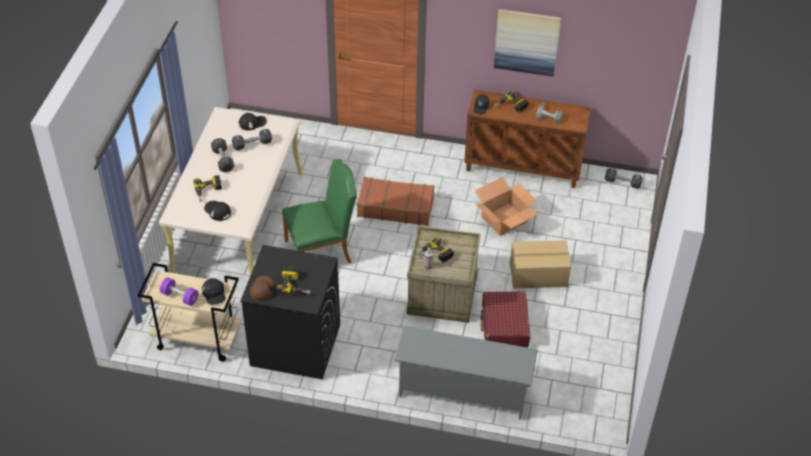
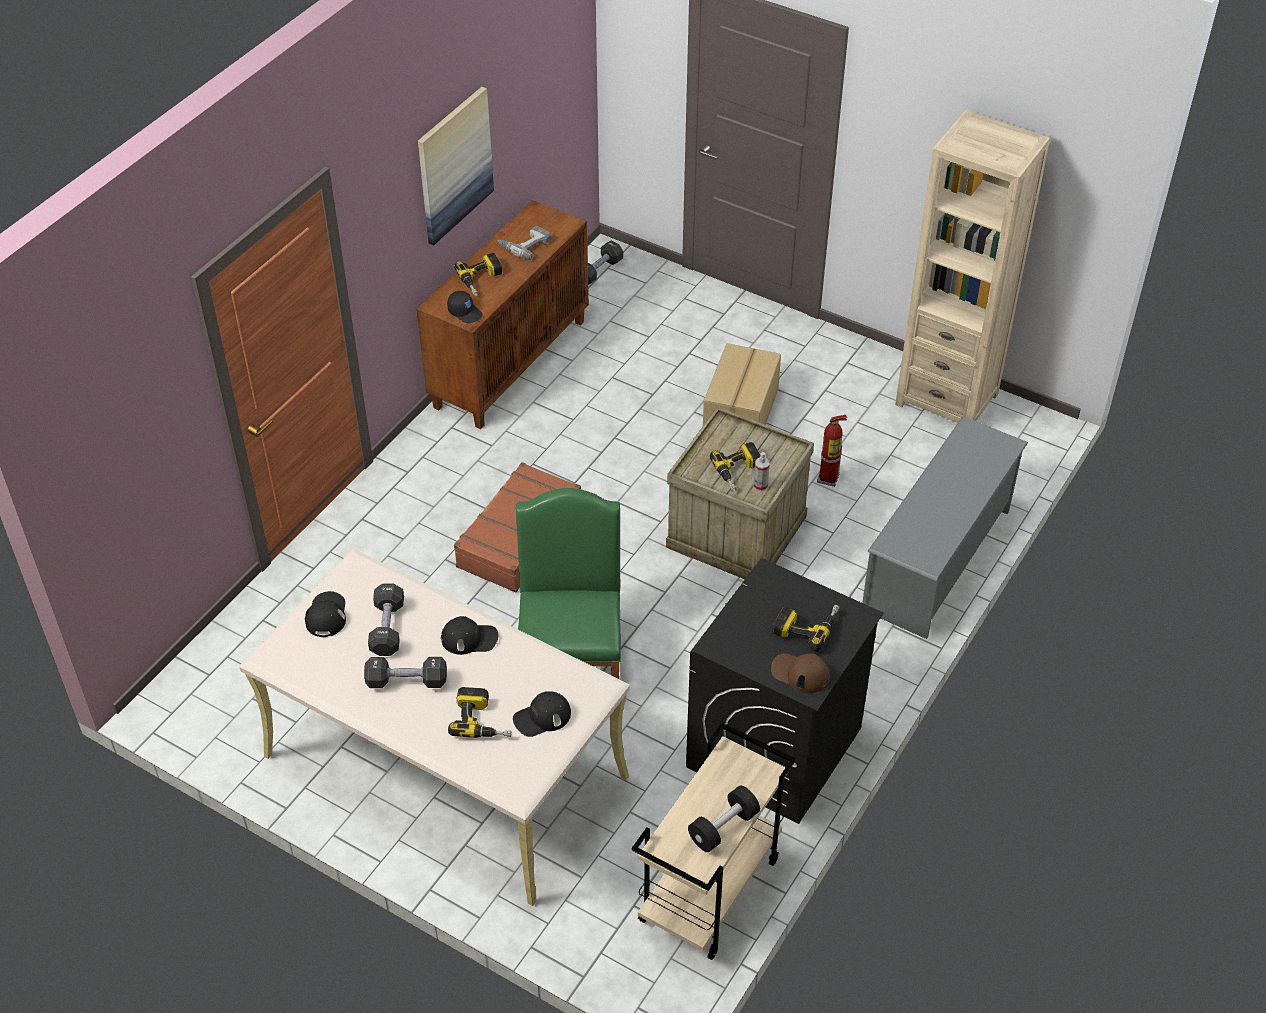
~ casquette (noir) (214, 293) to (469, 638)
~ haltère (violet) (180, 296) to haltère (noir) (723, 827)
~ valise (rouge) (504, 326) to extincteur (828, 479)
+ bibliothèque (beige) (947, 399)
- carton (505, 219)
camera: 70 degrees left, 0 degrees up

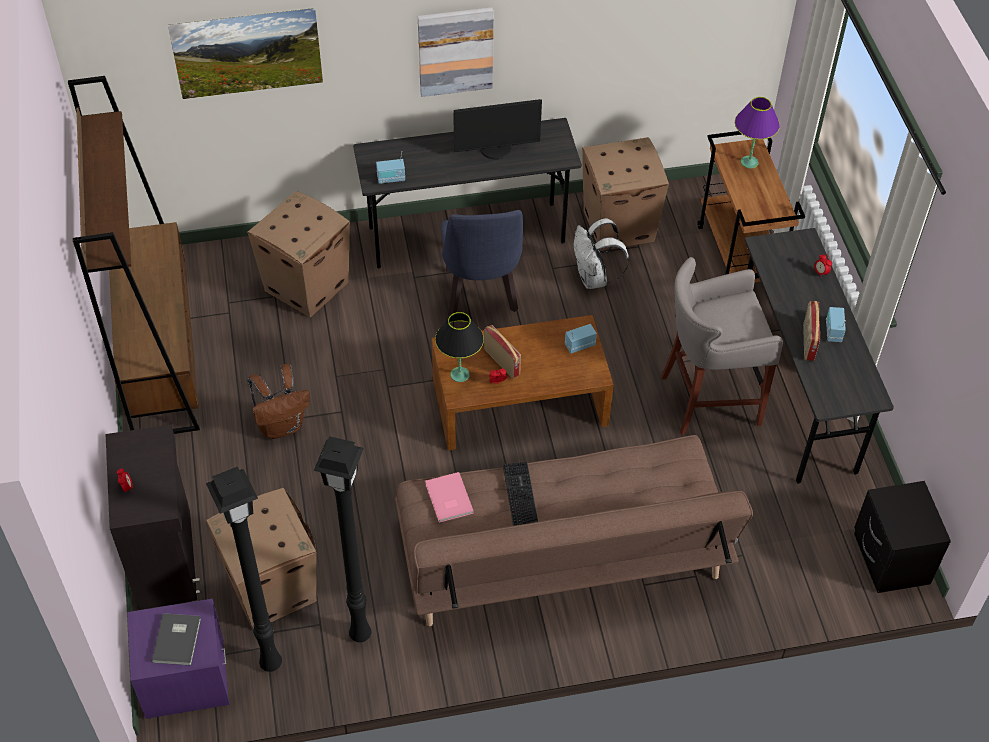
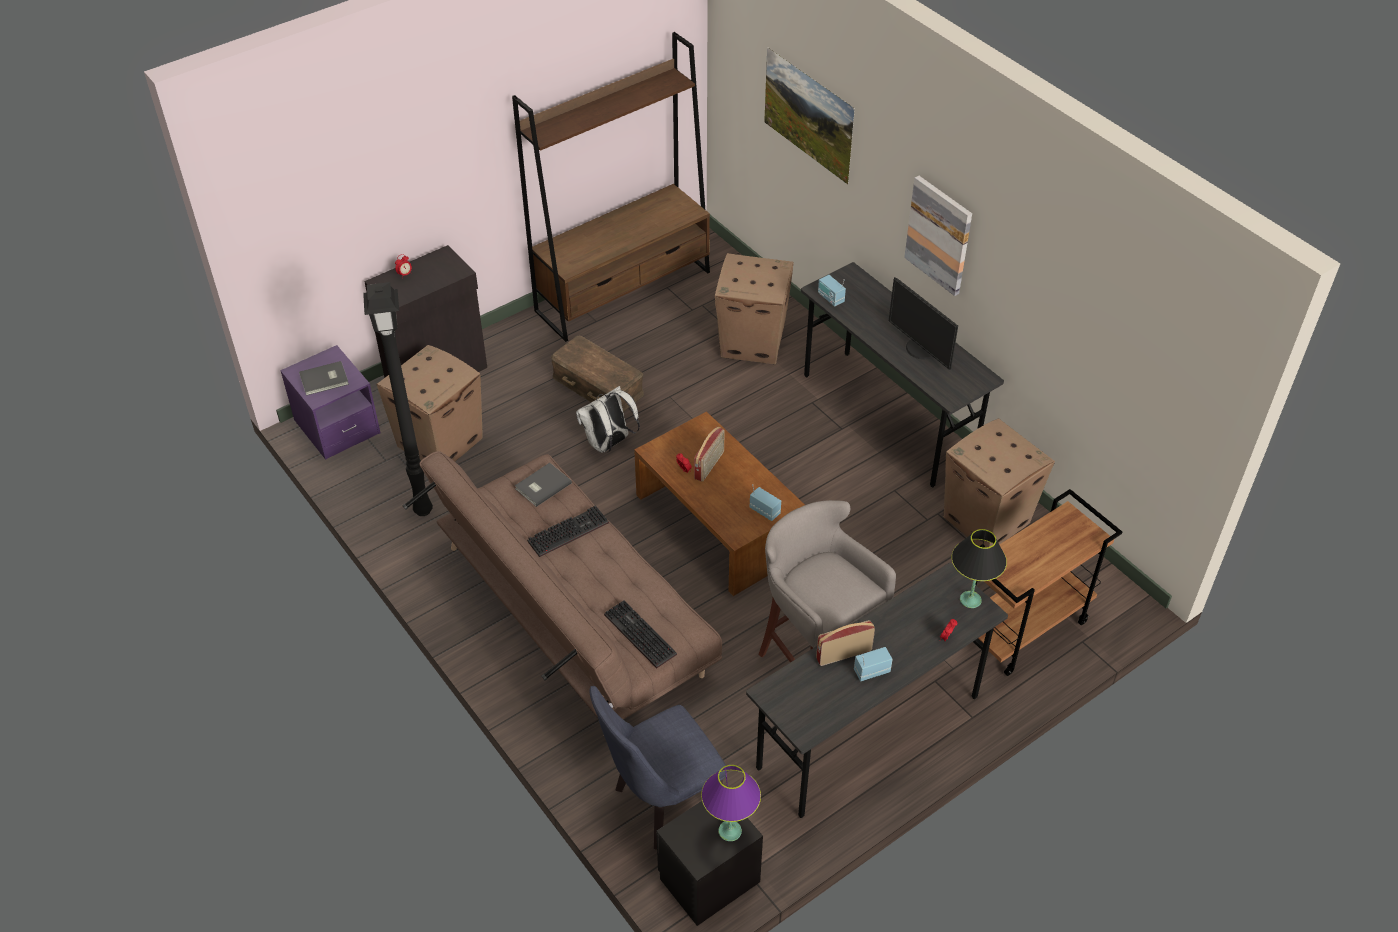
~ livre (rose) (448, 499) to livre (gris) (541, 486)
~ sac à dos (marron) (282, 425) to boîte de rangement (marron) (598, 385)
~ sac à dos (blanc) (594, 278) to (608, 444)
~ chaise (bleu) (481, 296) to (660, 805)
+ clavier (637, 635)
~ lampe de table (violet) (749, 162) to (730, 831)
~ lampe de table (noir) (459, 374) to (970, 599)
- lampadaire (noir) (270, 665)
camera: 65 degrees right, 5 degrees down

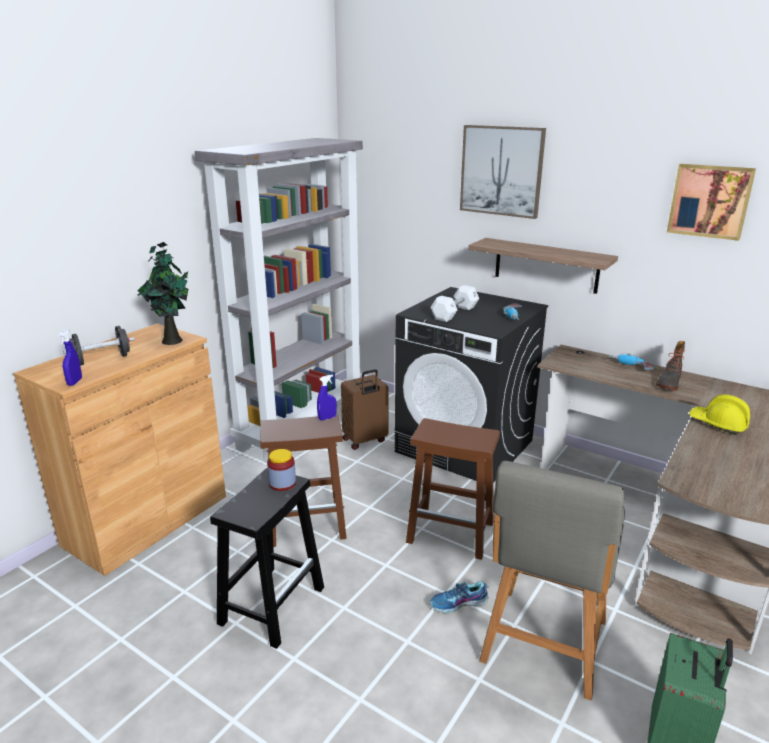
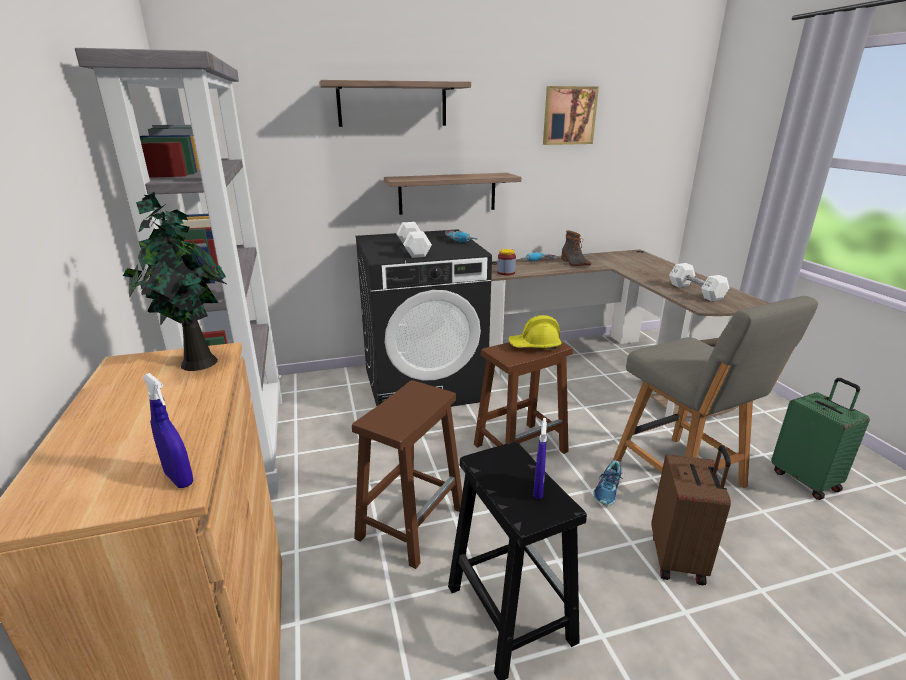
~ tableau (501, 171) to étagère (392, 104)
~ bocal (282, 483) to (506, 273)
~ casque de chantier (jaune) (718, 424) to (534, 345)
~ vaporisateur (bleu) (327, 418) to (538, 489)
~ valise (marron) (365, 440) to (679, 558)
+ haltère (blanc) (695, 291)
- haltère (noir) (102, 359)
camera: 50 degrees left, 0 degrees up

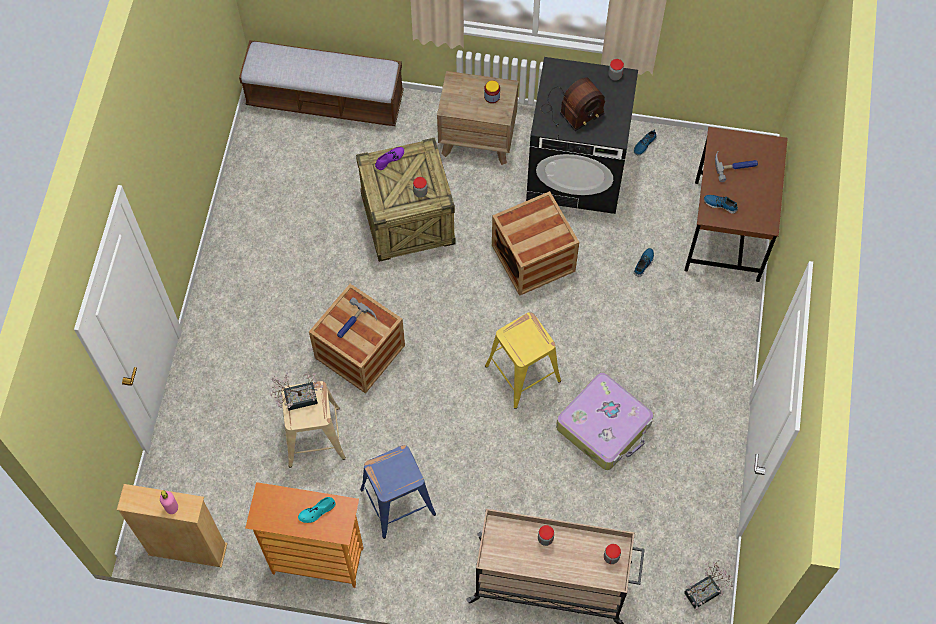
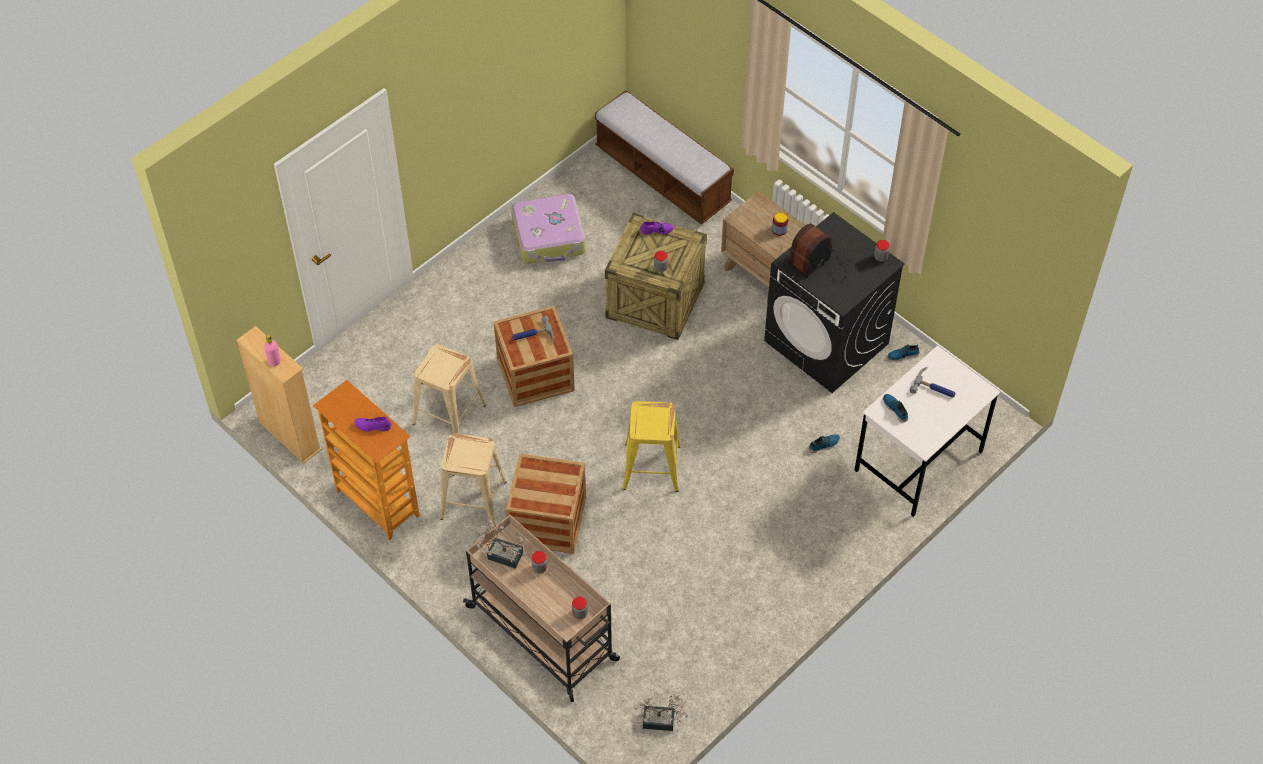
~ chaussure (turquoise) (317, 511) to chaussure (violet) (373, 426)
~ tabouret (bleu) (398, 502) to tabouret (beige) (473, 500)
~ plante en pot (296, 398) to (501, 554)
~ caisse (533, 258) to (548, 520)
~ valise (604, 426) to (549, 237)
~ radio (571, 110) = (820, 263) 135 degrees clockwise
~ bureau (marron) (727, 231) to bureau (blanc) (918, 462)
camera: 35 degrees right, 10 degrees down

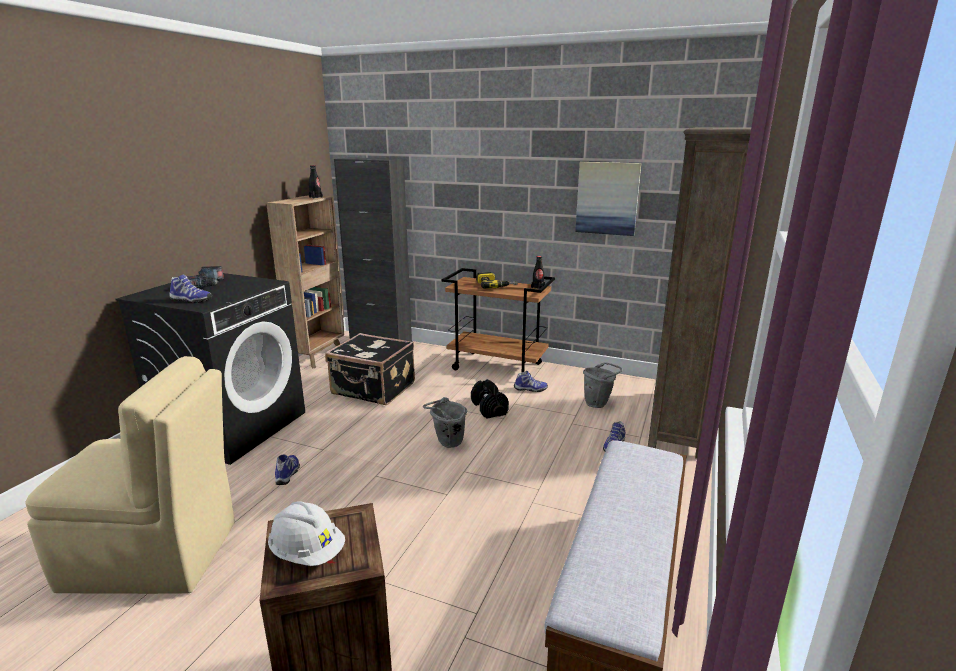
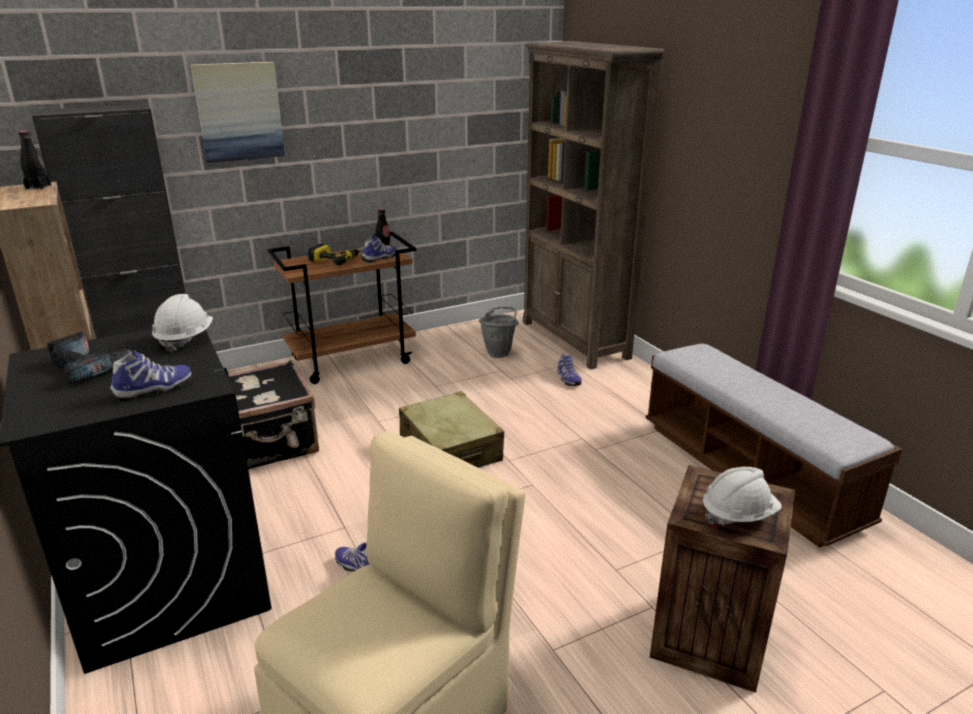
+ casque de chantier (blanc) (185, 339)
~ tableau (607, 198) to (239, 111)
~ chaussure (530, 389) to (380, 258)
~ seau (gris) (447, 444) to valise (beige) (450, 449)
- haltère (noir) (489, 408)
camera: 50 degrees left, 5 degrees up

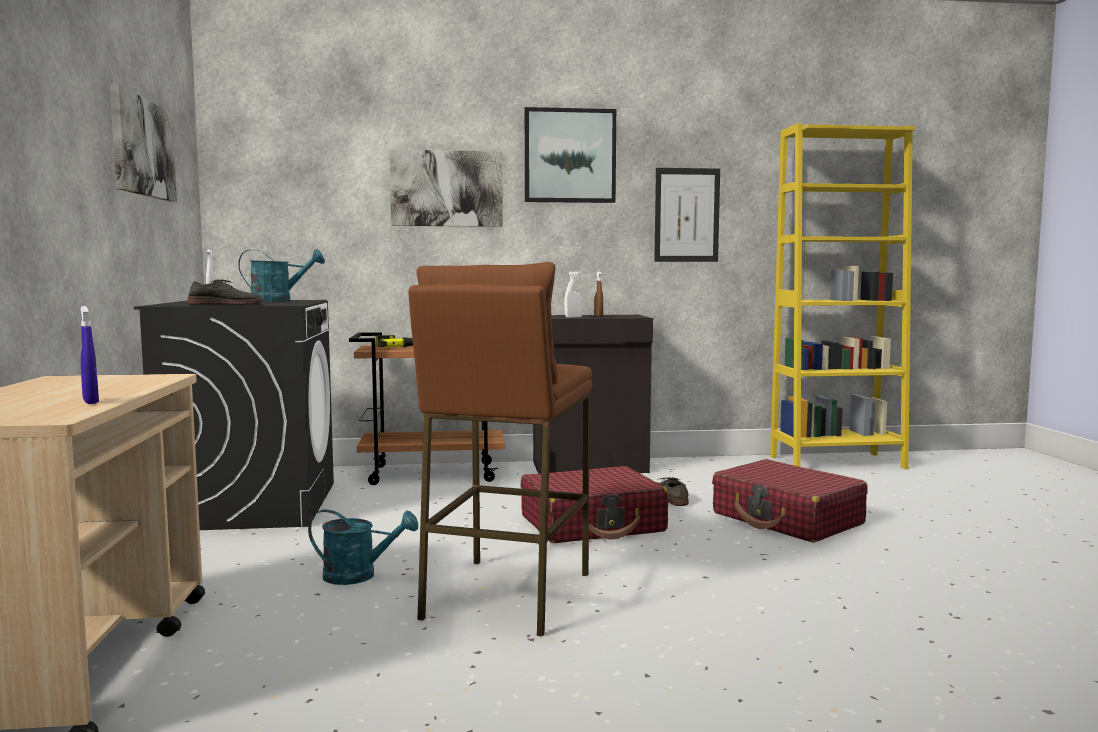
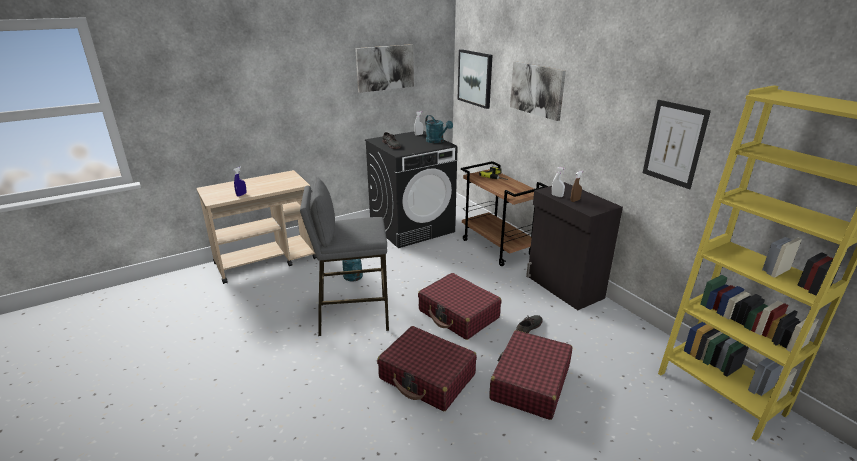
~ tabouret (marron) (505, 595) to tabouret (gris) (353, 316)
+ valise (rouge) (427, 377)
~ tableau (569, 156) to (475, 78)
camera: 65 degrees right, 20 degrees up

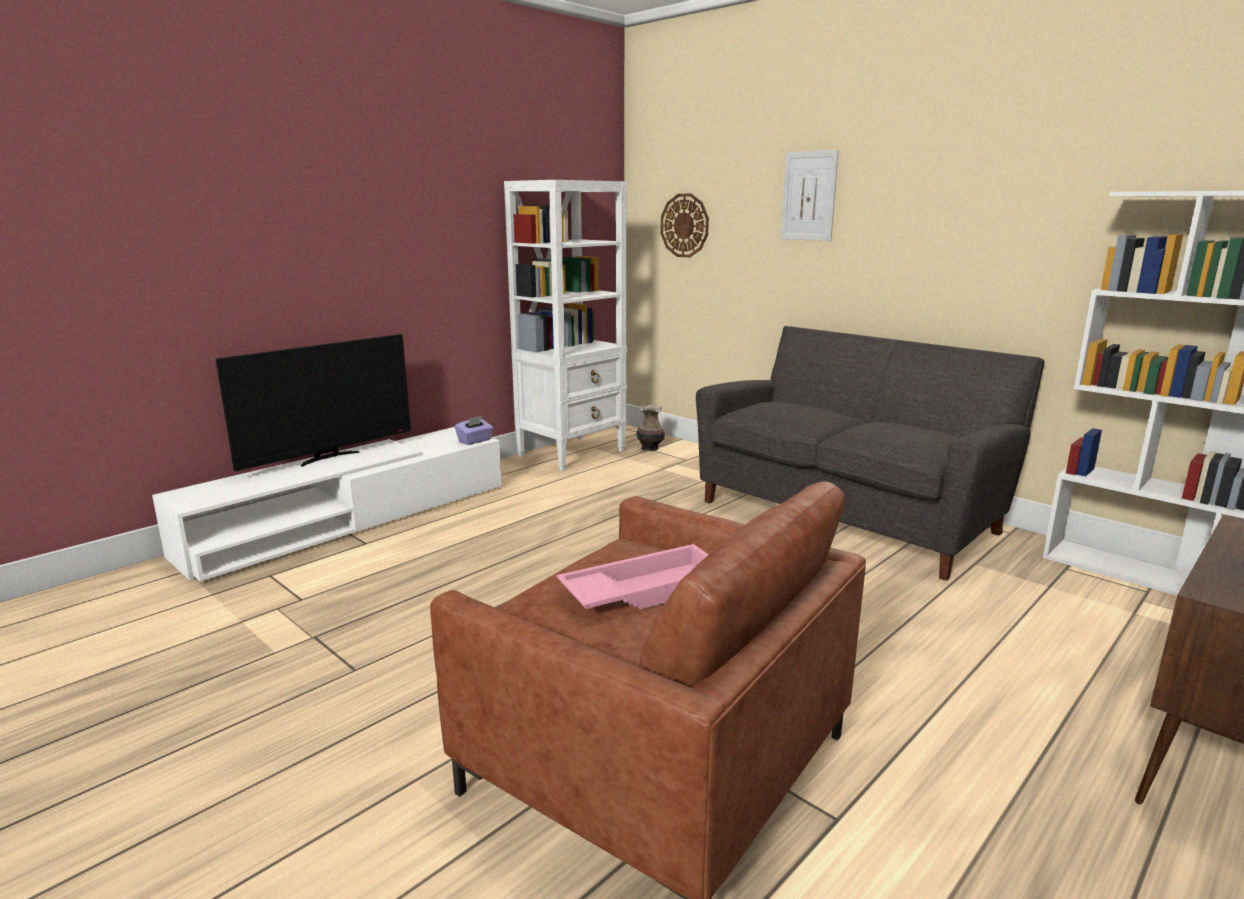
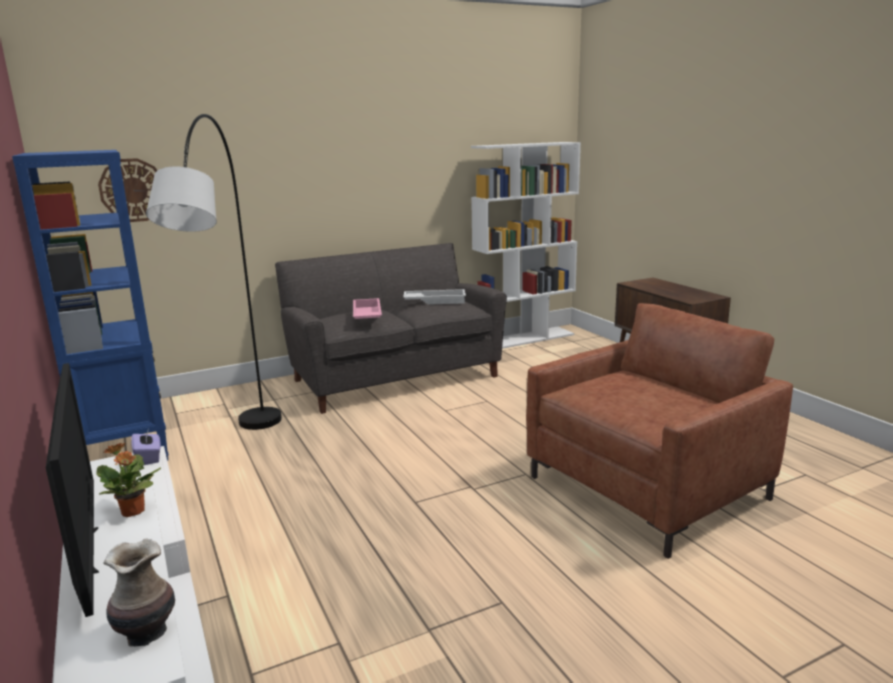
~ bibliothèque (blanc) (572, 453) to bibliothèque (bleu) (125, 448)
+ plante en pot (133, 512)
~ vase (649, 448) to (145, 633)
+ lampadaire (gris) (242, 457)
~ plateau (rose) (643, 590) to (366, 315)
+ plateau (blanc) (435, 301)
- tableau (809, 196)
camera: 70 degrees left, 0 degrees up

